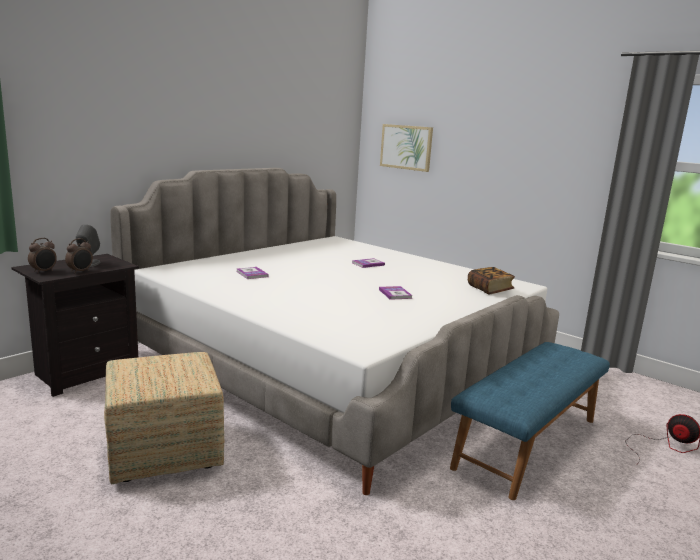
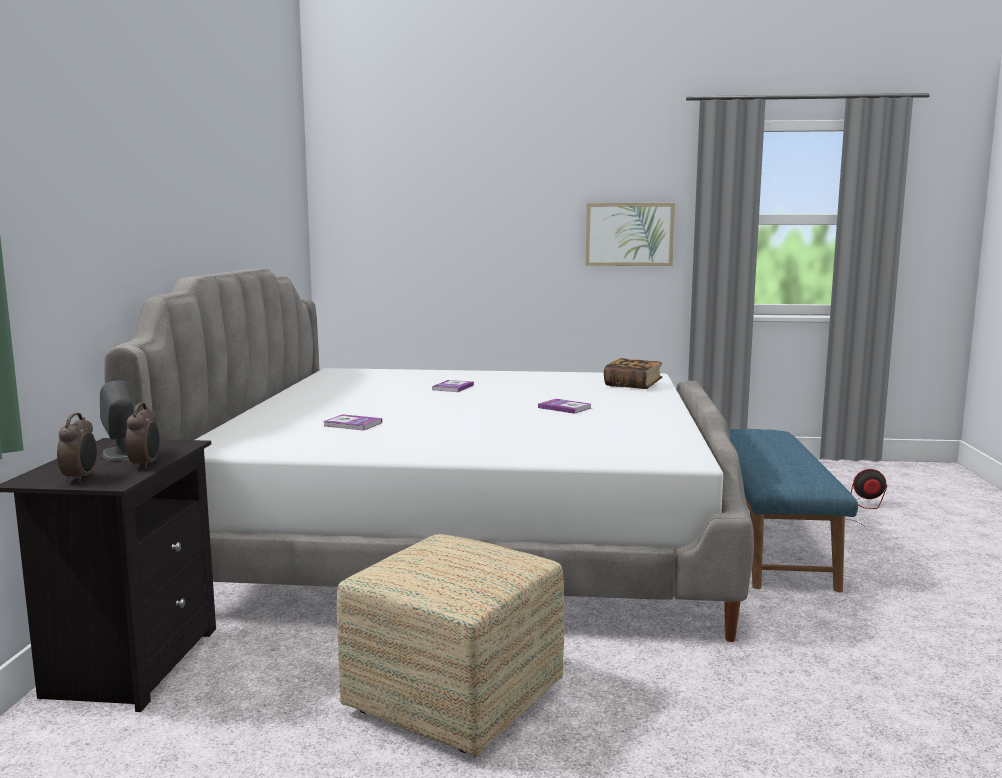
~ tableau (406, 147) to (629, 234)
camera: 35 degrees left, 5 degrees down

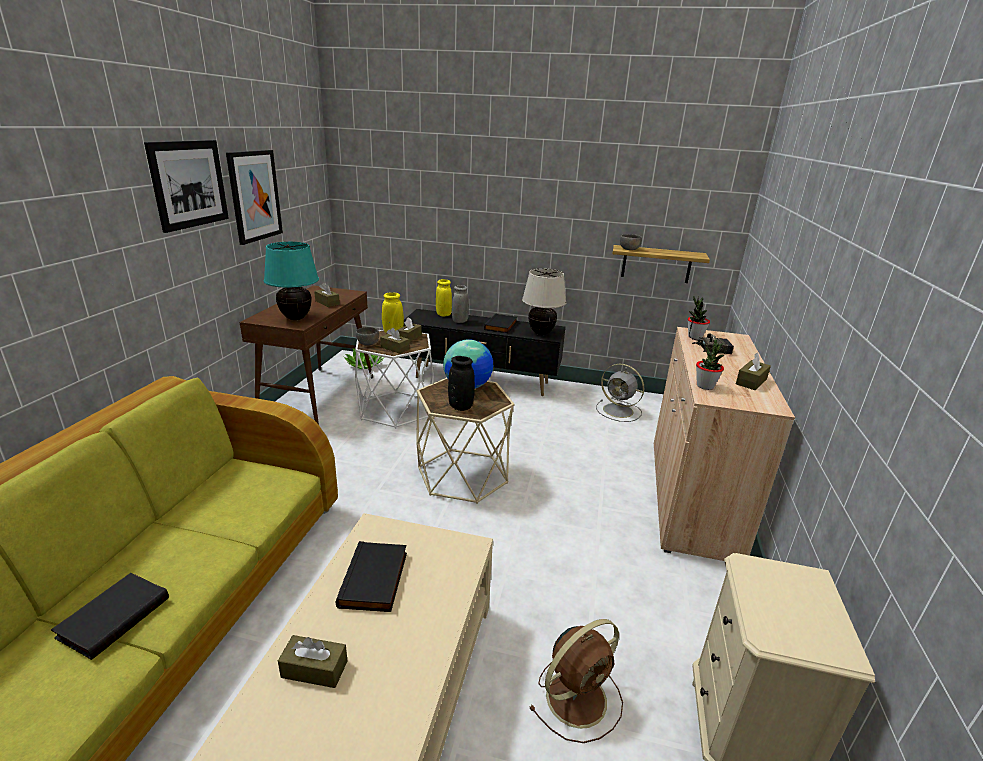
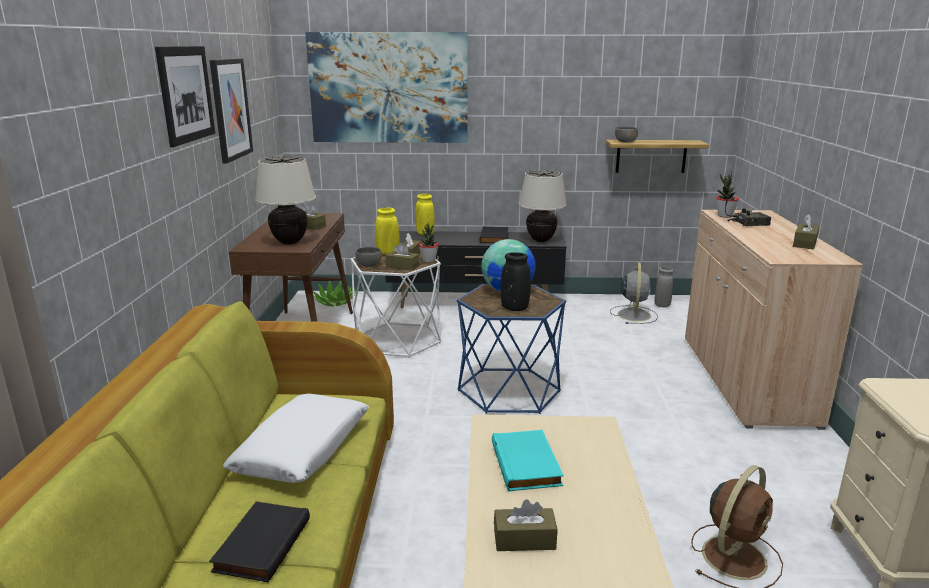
+ coussin (blanc) (303, 449)
~ lampe de table (turquoise) (295, 318) to lampe de table (beige) (289, 242)
+ tableau (388, 88)
~ plante en pot (705, 386) to (428, 261)
~ table d'appoint (beige) (462, 475) to table d'appoint (bleu) (509, 391)
~ livre (noir) (375, 580) to livre (turquoise) (528, 464)
~ ventilateur (gris) (619, 411) = (634, 314) 105 degrees counterclockwise
~ vase (gris) (460, 321) to (662, 305)
camera: 10 degrees left, 5 degrees down

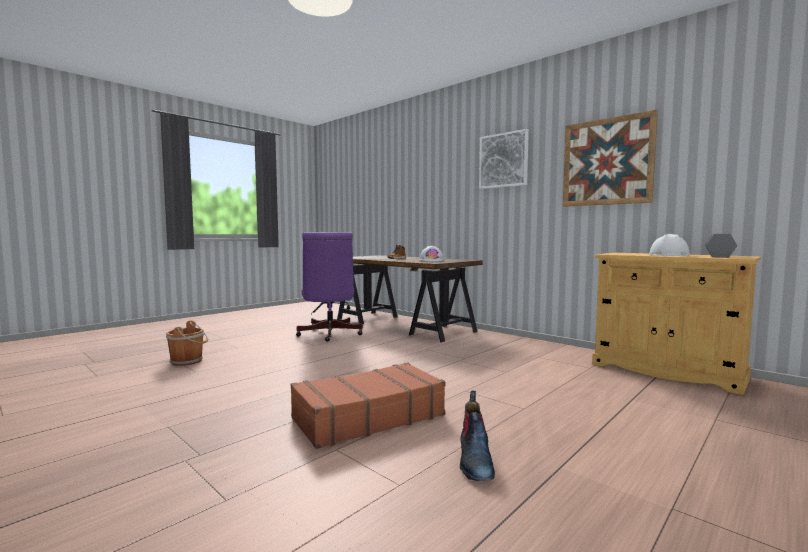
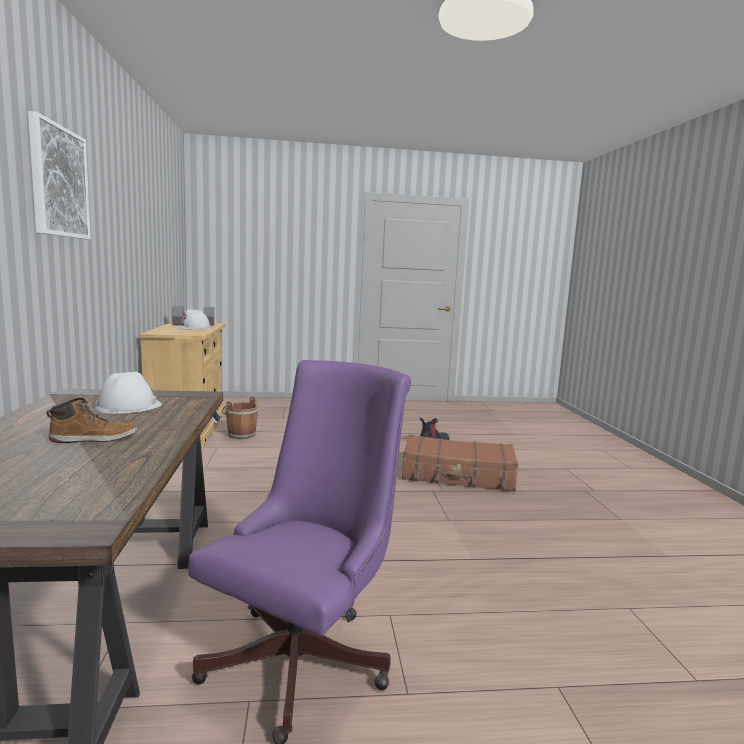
~ seau (marron) (188, 361) to (240, 434)
- tableau (607, 162)
camera: 140 degrees left, 5 degrees up

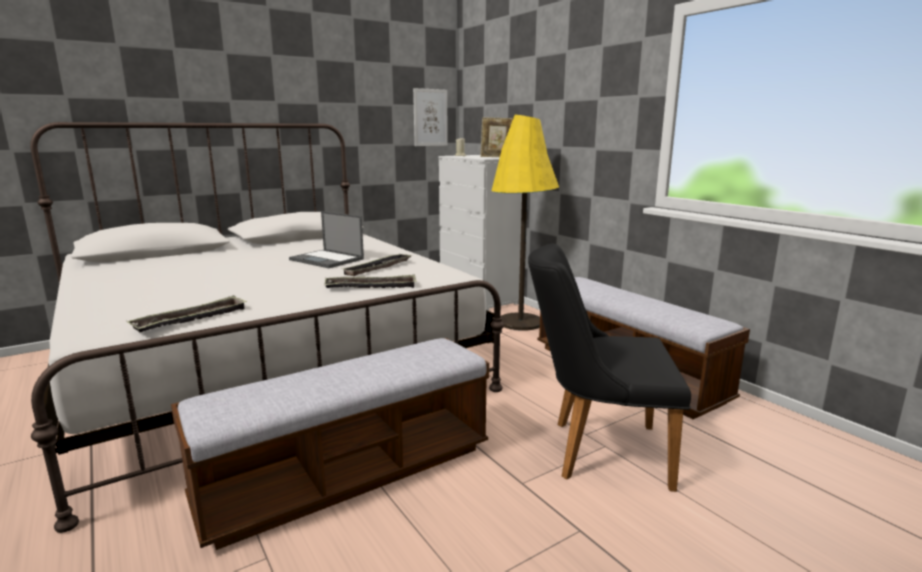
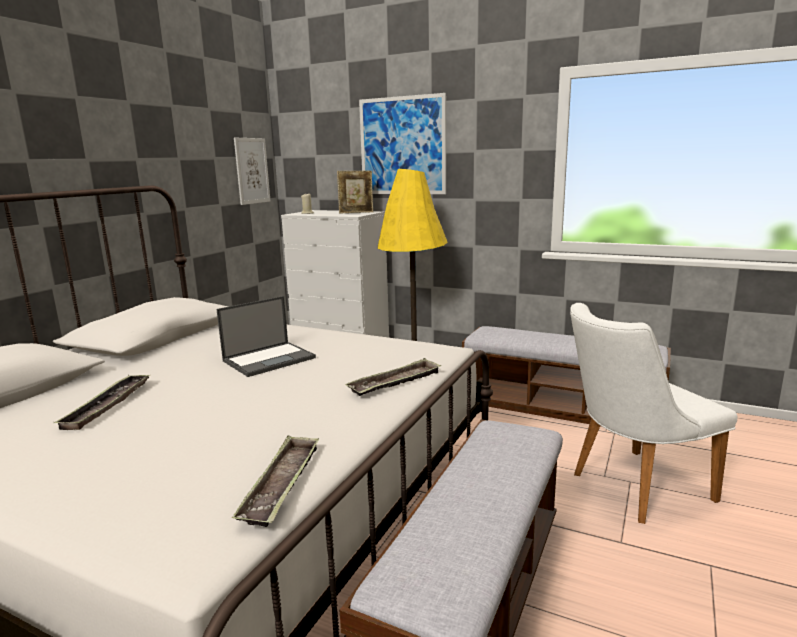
~ plateau (378, 268) to (107, 405)
~ ordinateur portable (327, 259) = (270, 359) 45 degrees counterclockwise
+ tableau (402, 146)
~ chaise (noir) (596, 450) to chaise (blanc) (630, 488)
camera: 30 degrees left, 0 degrees up

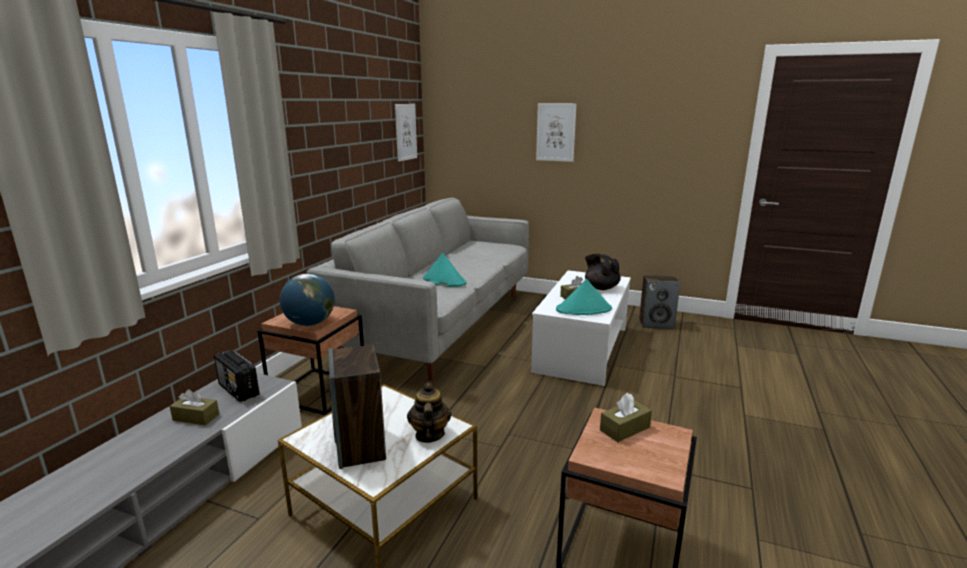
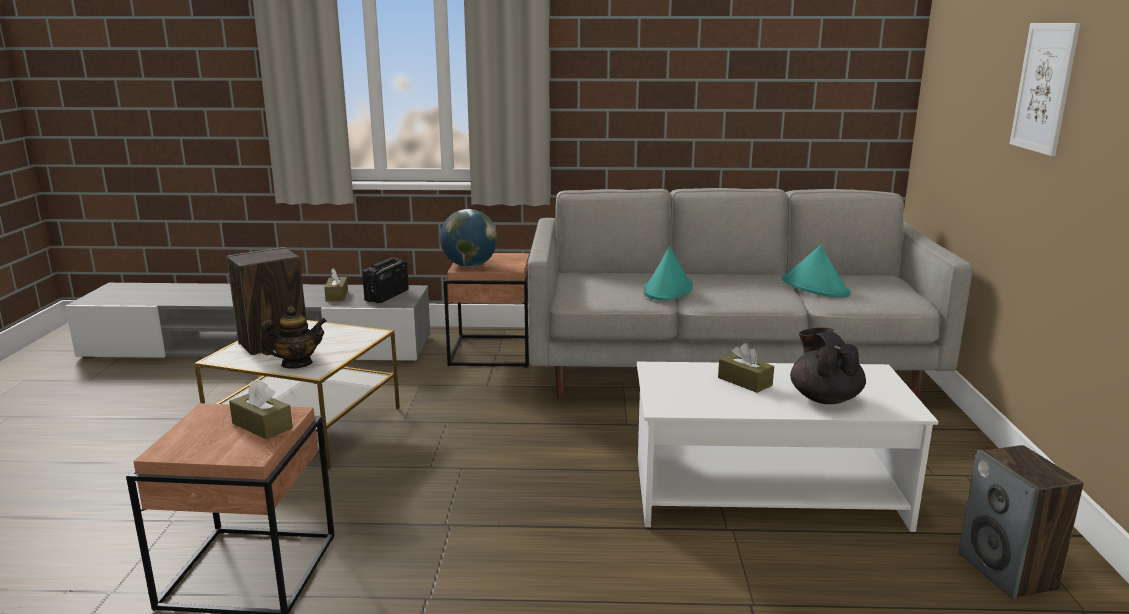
~ chapeau (turquoise) (584, 309) to (815, 287)
~ théière (noir) (601, 287) = (824, 398) 45 degrees counterclockwise
- tableau (405, 132)
camera: 70 degrees right, 0 degrees up

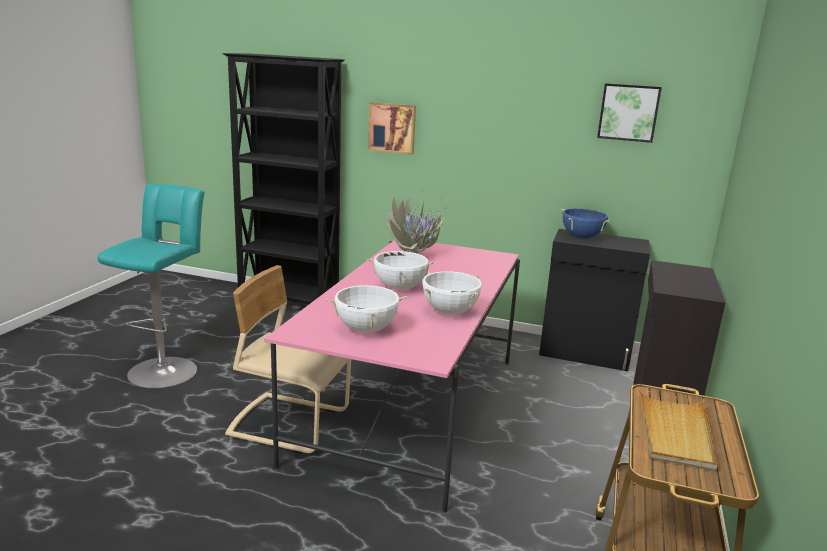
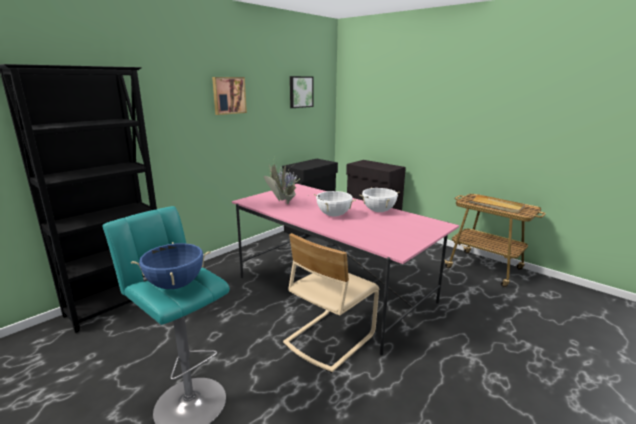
~ marmite (bleu) (581, 237) to (175, 285)
~ tableau (392, 128) to (228, 95)
- marmite (blanc) (366, 330)
camera: 65 degrees left, 0 degrees up

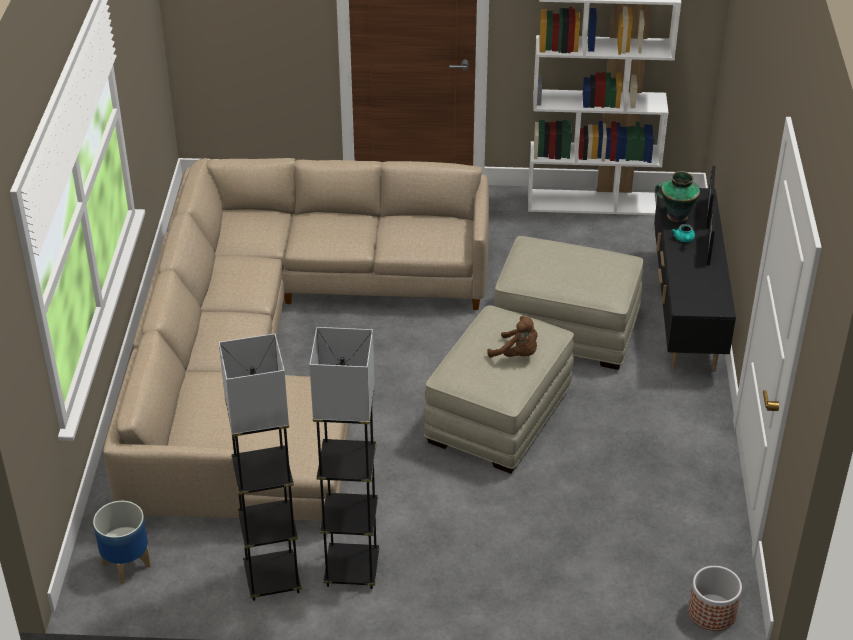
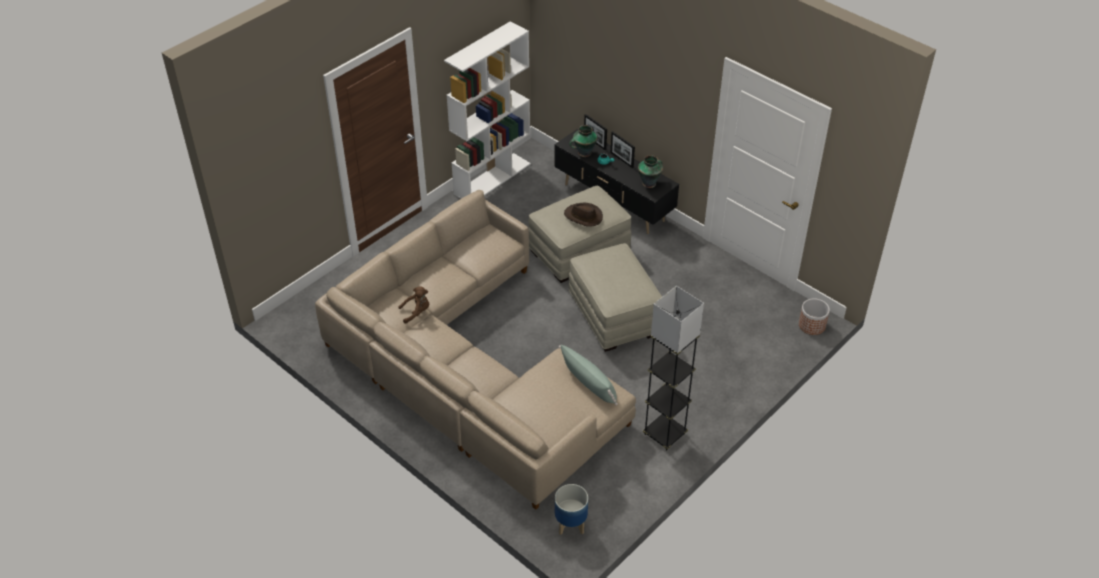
~ peluche (marron) (517, 354) to (416, 312)
+ coussin (vert) (589, 384)
+ chapeau (marron) (583, 216)
+ vase (649, 183)
- lampadaire (gris) (272, 579)
camera: 50 degrees left, 5 degrees up

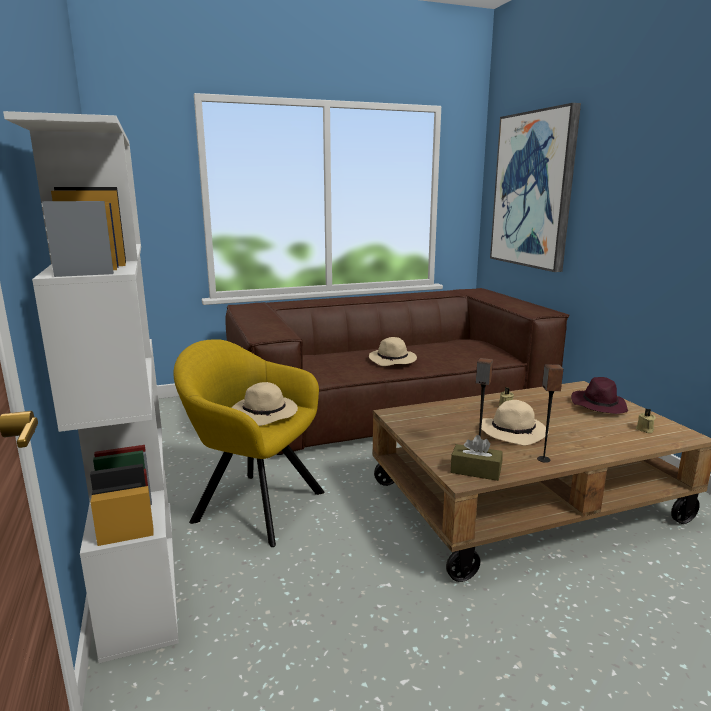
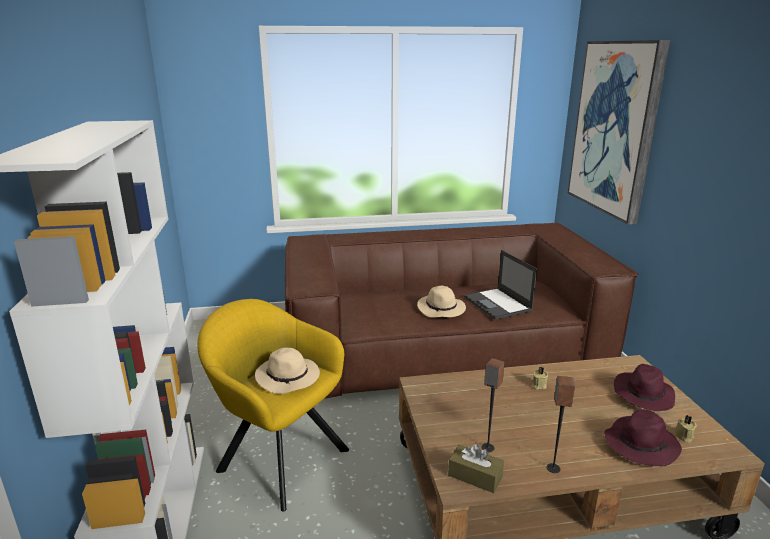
+ ordinateur portable (498, 304)
+ chapeau (violet) (641, 444)
- chapeau (beige) (514, 432)
camera: 10 degrees right, 5 degrees up

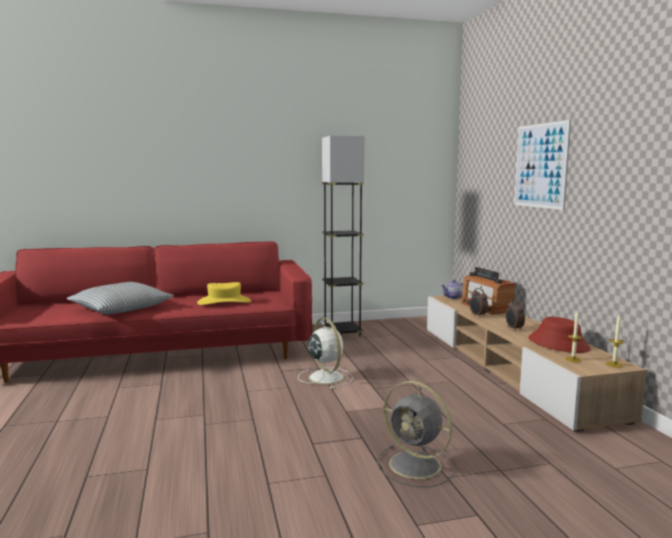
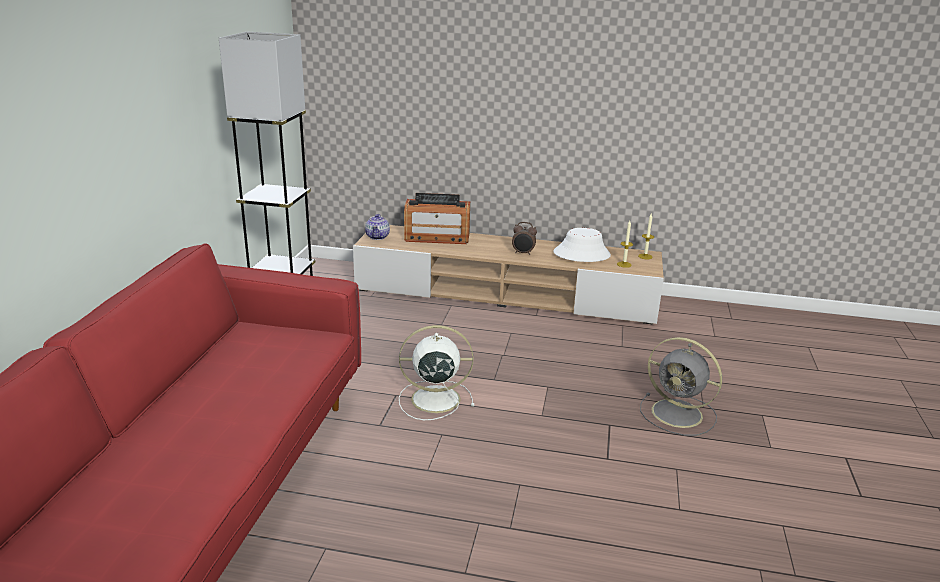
~ chapeau (rouge) (558, 344) to chapeau (blanc) (581, 254)
~ ventilateur (gris) (417, 466) = (679, 414) 60 degrees clockwise
- coussin (121, 309)
- chapeau (jaune) (224, 302)
- réveil (477, 315)
- tableau (541, 165)
camera: 65 degrees left, 15 degrees up

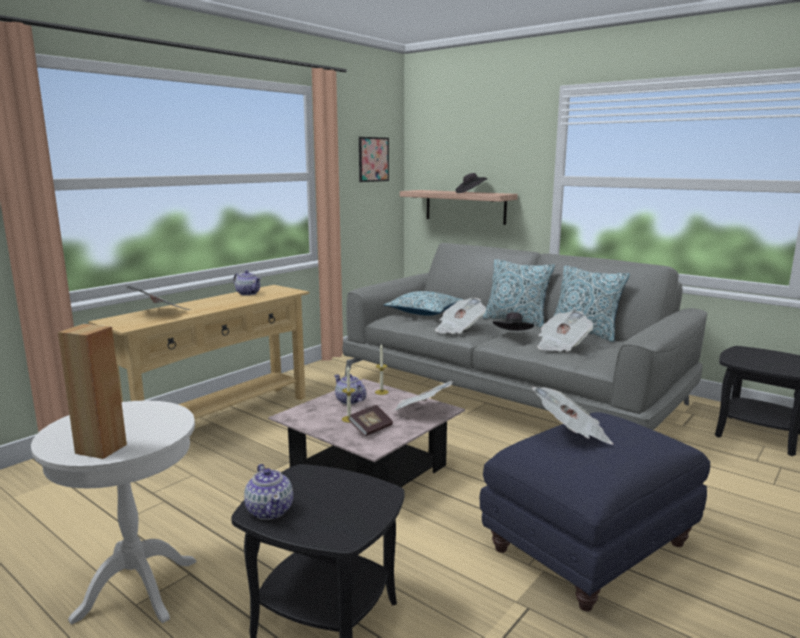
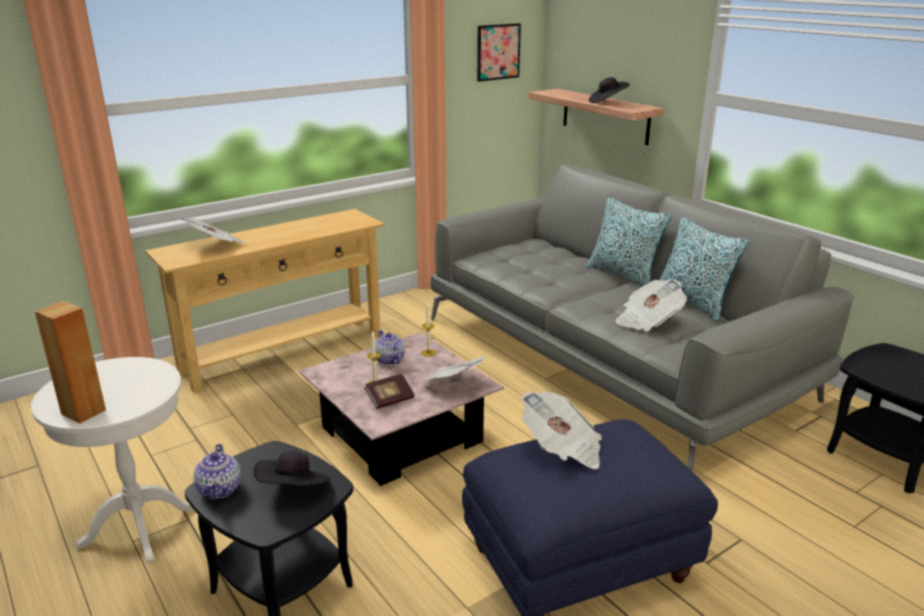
~ chapeau (noir) (513, 335) to (294, 490)
- théière (248, 293)
- coussin (424, 312)
- journal (458, 329)
camera: 15 degrees right, 10 degrees up

